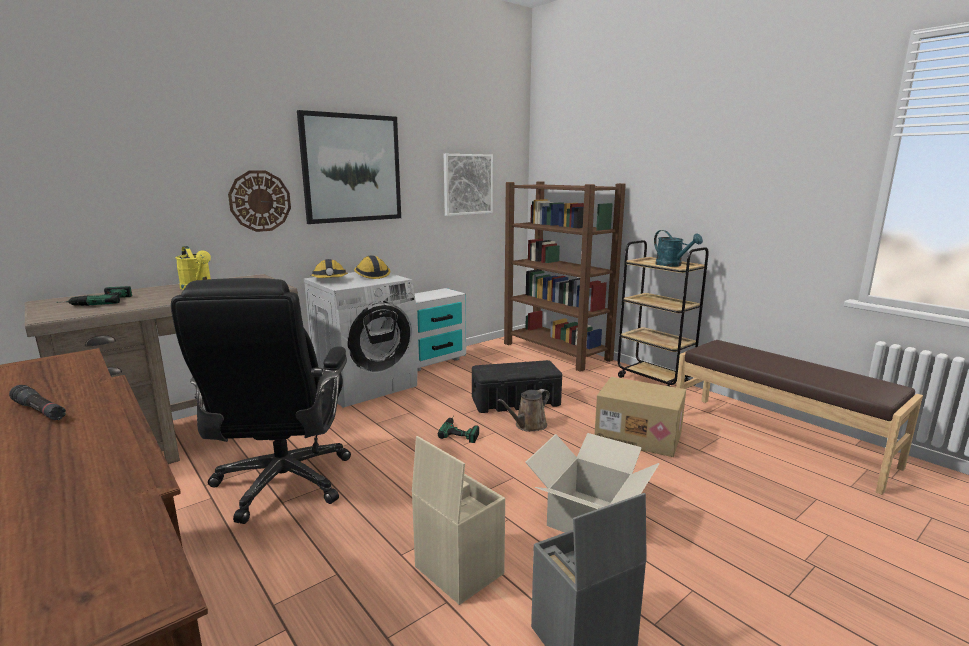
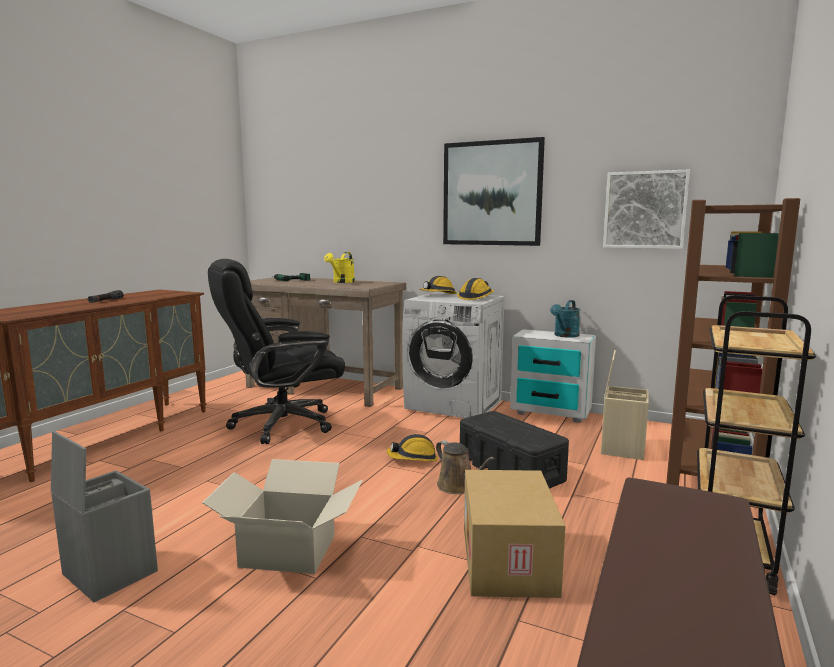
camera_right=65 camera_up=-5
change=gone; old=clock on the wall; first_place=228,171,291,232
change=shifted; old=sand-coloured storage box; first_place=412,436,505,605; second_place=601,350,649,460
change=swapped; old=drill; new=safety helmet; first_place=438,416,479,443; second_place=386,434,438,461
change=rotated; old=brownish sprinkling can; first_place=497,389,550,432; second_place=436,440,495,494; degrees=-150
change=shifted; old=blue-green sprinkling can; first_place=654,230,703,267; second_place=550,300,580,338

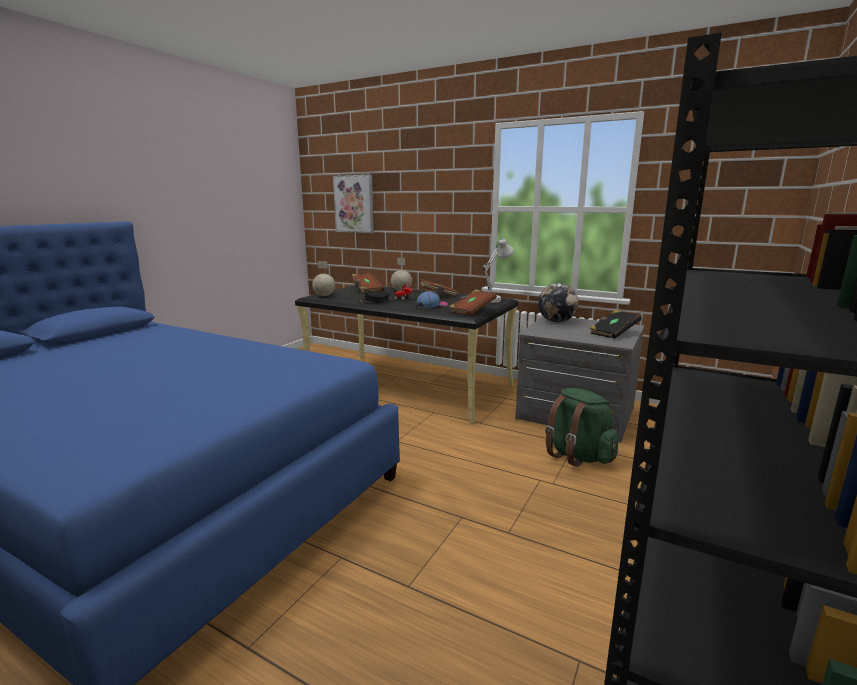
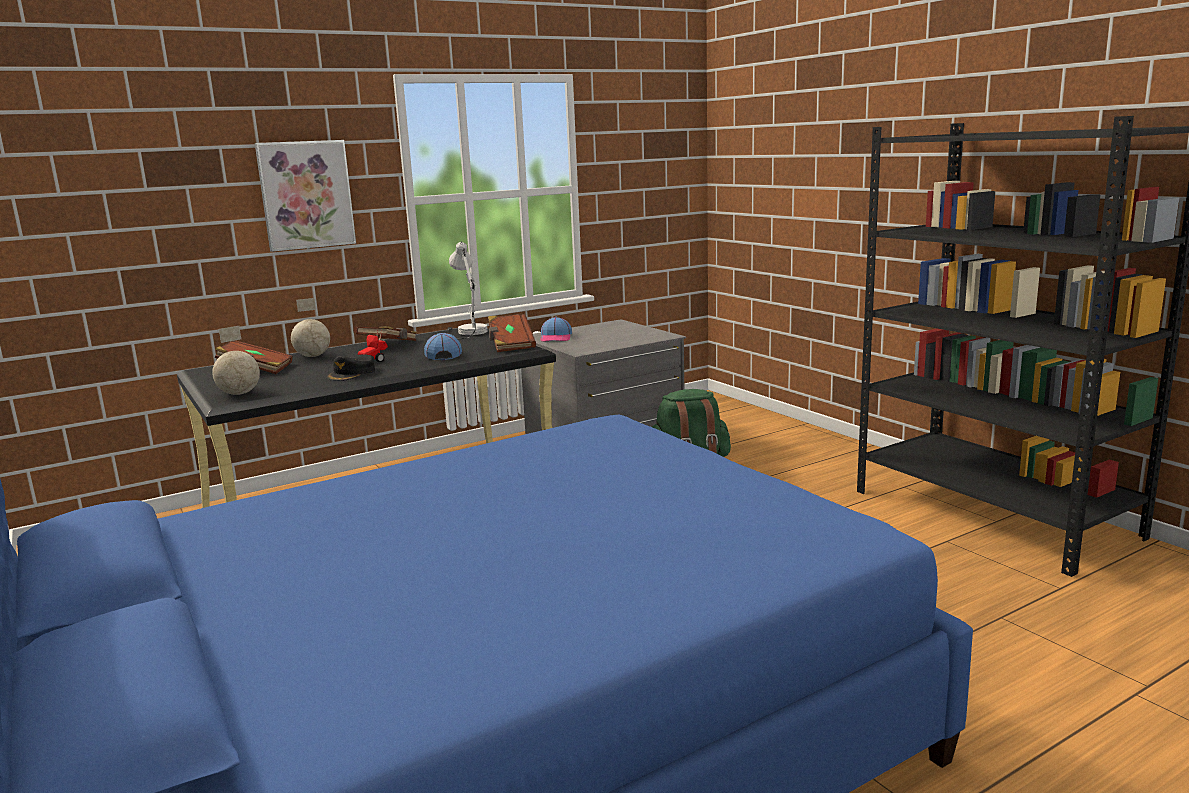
camera_right=-60 camera_up=0
change=shifted; old=picture; first_place=333,175,374,233; second_place=255,140,356,252
change=swapped; old=world globe; new=peaked cap; first_place=538,283,579,323; second_place=540,317,572,342
change=gone; old=black volume; first_place=590,310,641,339

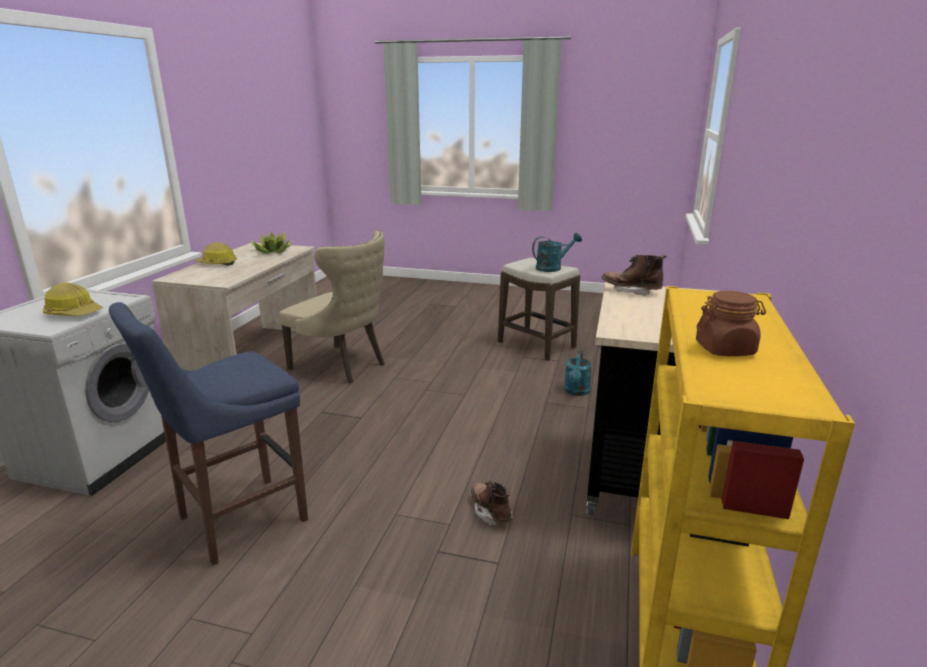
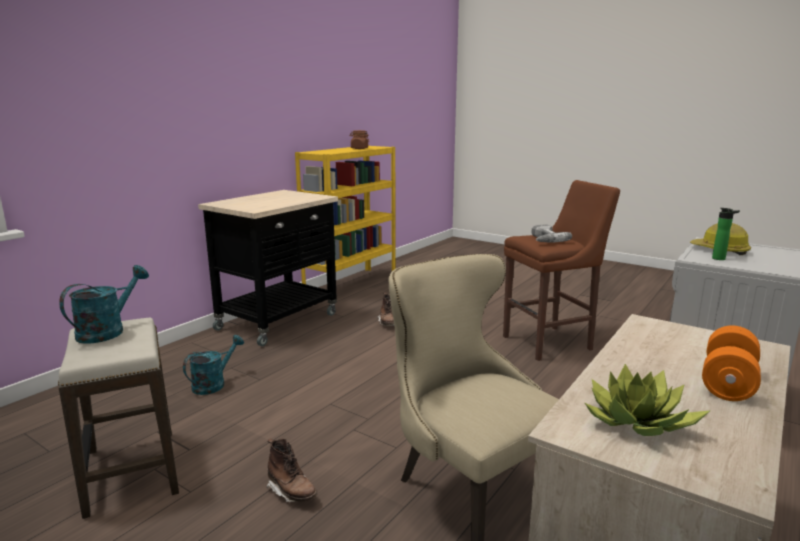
camera_right=-160 camera_up=-5
change=repainted; old=bluish stool; new=brownish stool; first_place=109,302,308,565; second_place=503,180,620,361
change=swapped; old=safety helmet; new=orangey free weight; first_place=195,242,237,266; second_place=702,326,761,401
change=rotated; old=blue-green sprinkling can; first_place=532,233,582,272; second_place=59,265,149,344; degrees=120
change=shifted; old=brownish boot; first_place=601,255,666,296; second_place=267,439,318,502
change=new; new=drill; second_place=531,224,572,243
change=new; new=drink bottle; second_place=712,208,740,260

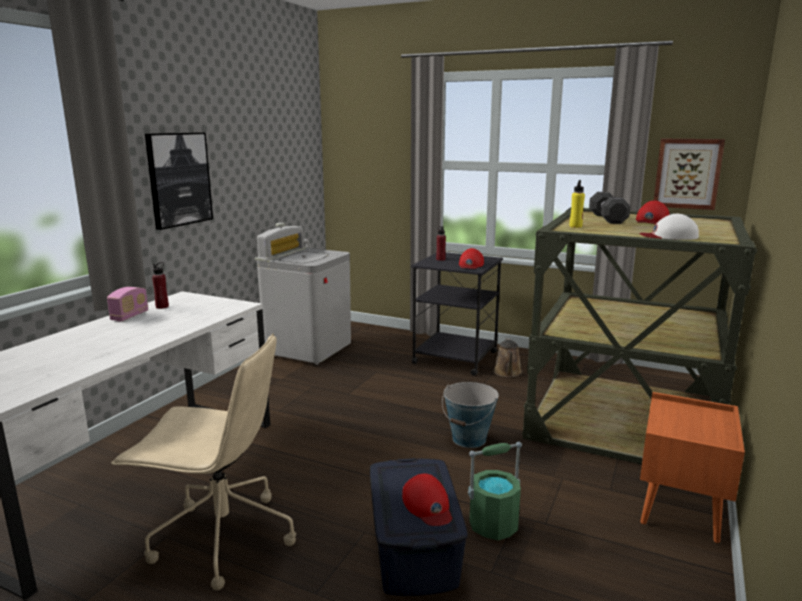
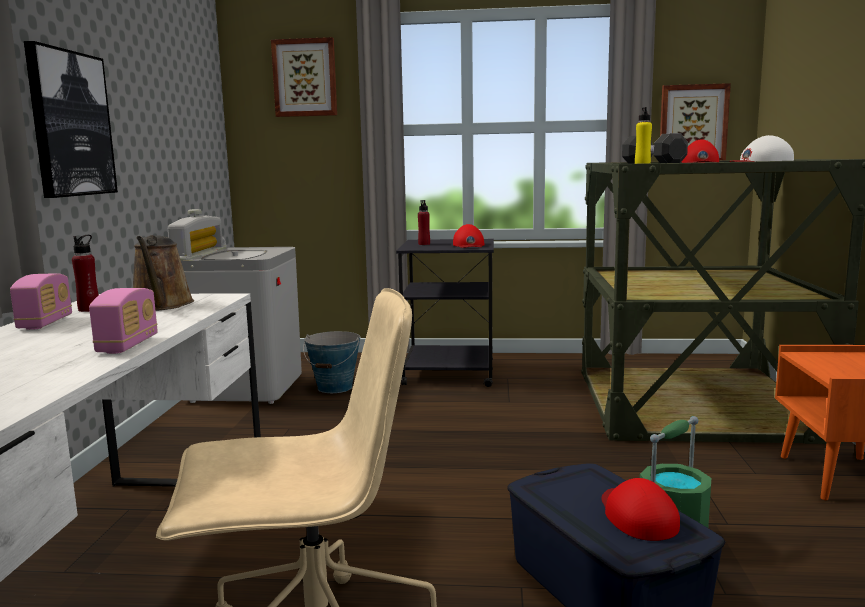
camera_right=-20 camera_up=-5
change=rotated; old=red-coloured peaked cap; first_place=402,473,452,526; second_place=601,478,680,541; degrees=-150
change=shifted; old=bucket; first_place=442,382,499,448; second_place=303,331,360,393
change=shifted; old=brownish sprinkling can; first_place=494,338,522,378; second_place=133,235,194,310
change=new; new=radio receiver; second_place=89,288,158,354
change=new; new=picture; second_place=271,37,337,117

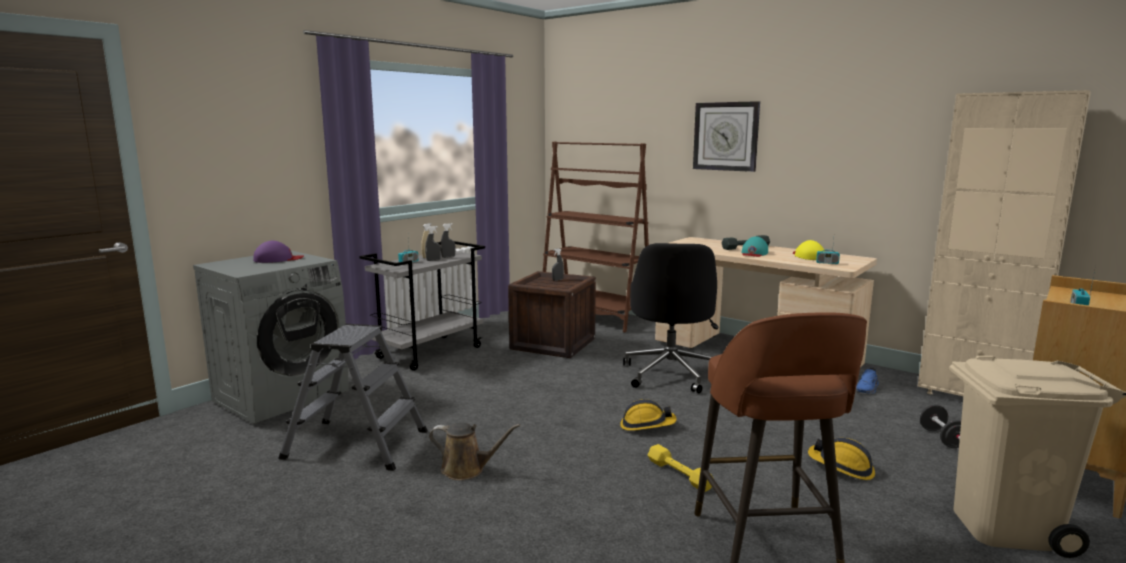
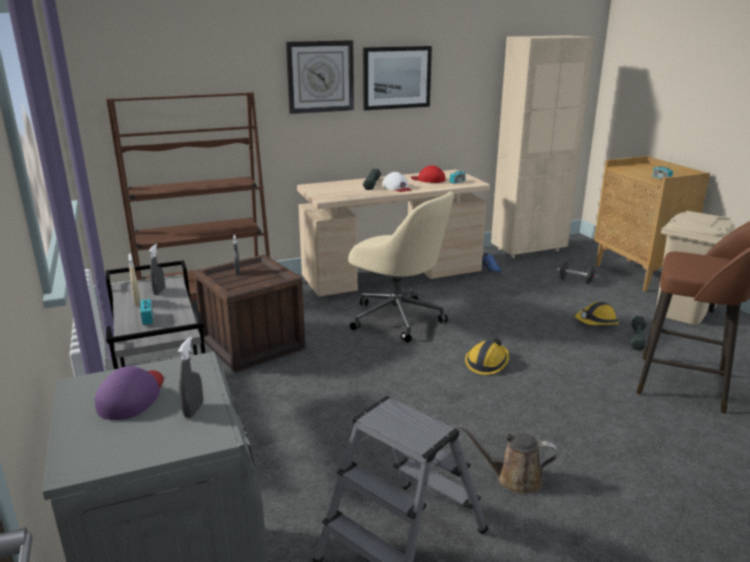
camera_right=-60 camera_up=10
change=shifted; old=gray hand sprayer; first_place=425,226,441,261; second_place=178,337,203,418
change=rotated; old=brownish sprinkling can; first_place=429,423,520,480; second_place=459,425,558,495; degrees=-120
change=repainted; old=black computer chair; new=sand-coloured computer chair; first_place=623,243,719,394; second_place=348,192,454,343
change=gone; old=yellow-coloured free weight; first_place=648,444,713,492
change=repainted; old=blue-green peaked cap; new=whitish peaked cap; first_place=741,236,768,257; second_place=383,172,411,192
change=repainted; old=yellow-coloured peaked cap; new=red-coloured peaked cap; first_place=793,240,824,260; second_place=411,166,445,183
change=new; new=picture; second_place=363,46,432,110
change=new; new=gray free weight; second_place=630,316,646,351

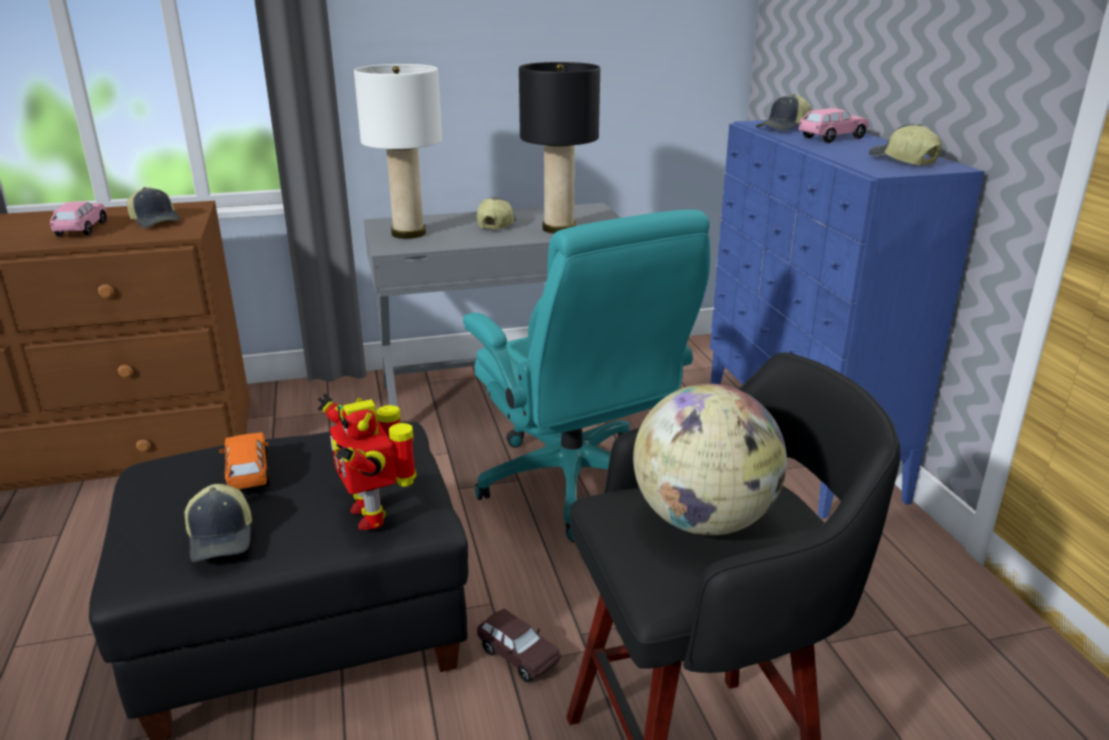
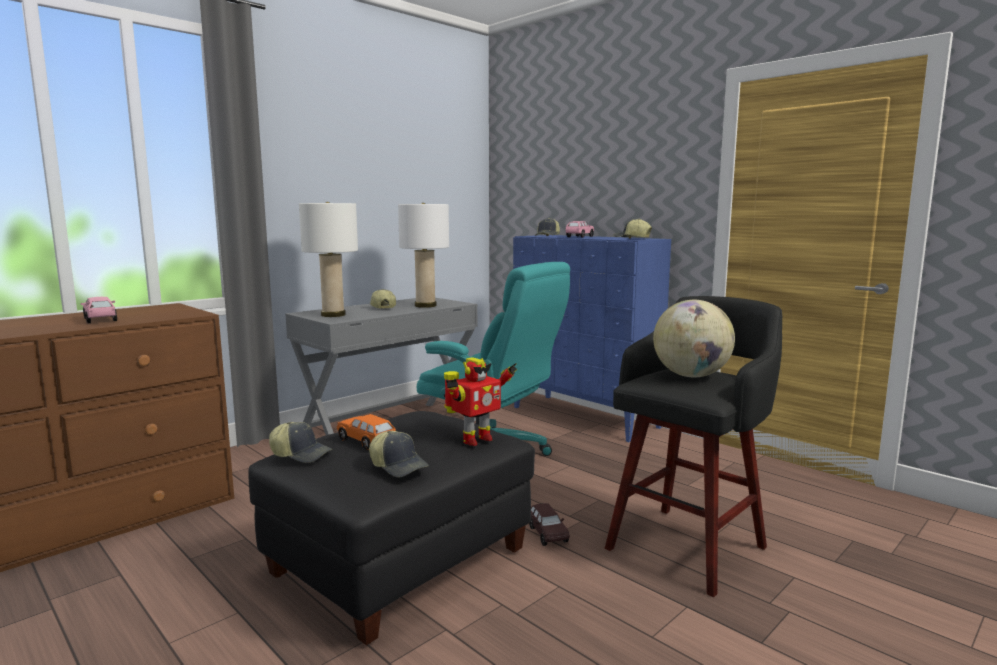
camera_right=-30 camera_up=-15
change=shifted; old=peaked cap; first_place=127,187,181,228; second_place=269,422,332,463
change=rotated; old=model robot; first_place=317,394,417,530; second_place=444,357,517,446; degrees=-75
change=rotated; old=brownish model car; first_place=477,609,561,683; second_place=529,503,570,546; degrees=60
change=repainted; old=black lamp for a table; new=whitish lamp for a table; first_place=519,62,600,234; second_place=398,203,449,308

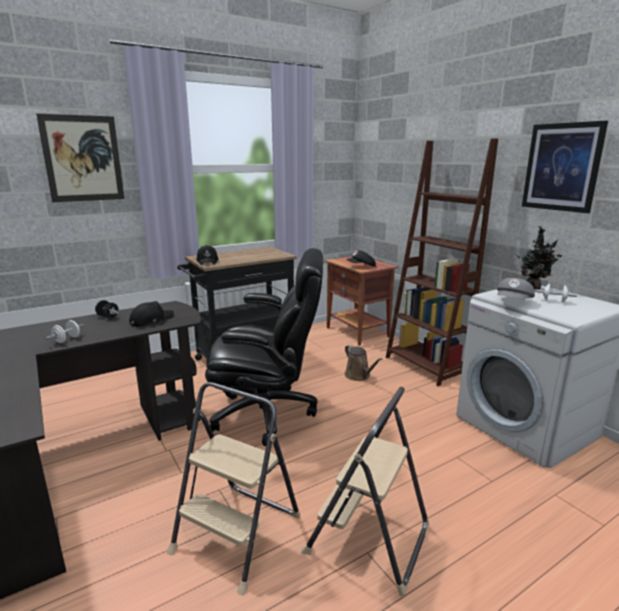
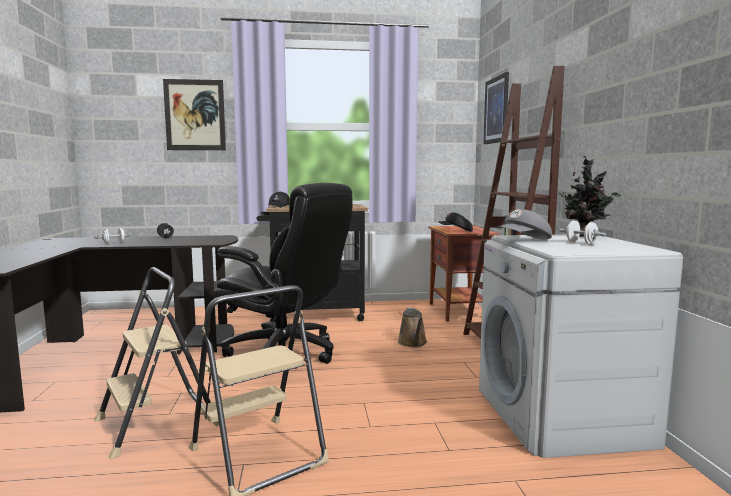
camera_right=25 camera_up=-10
change=gone; old=black peaked cap; first_place=129,301,174,327
change=shifted; old=picture; first_place=522,121,608,213; second_place=483,72,509,144

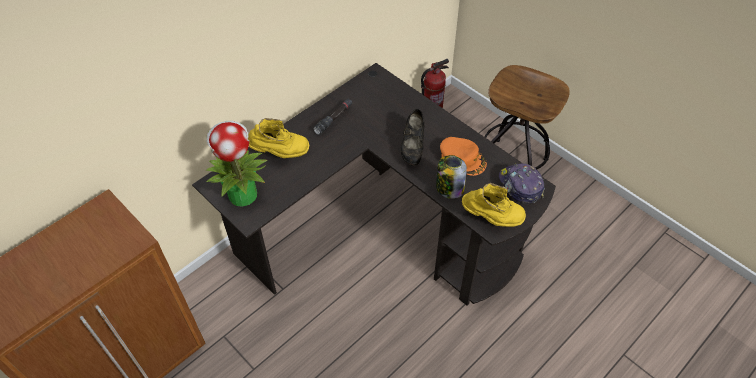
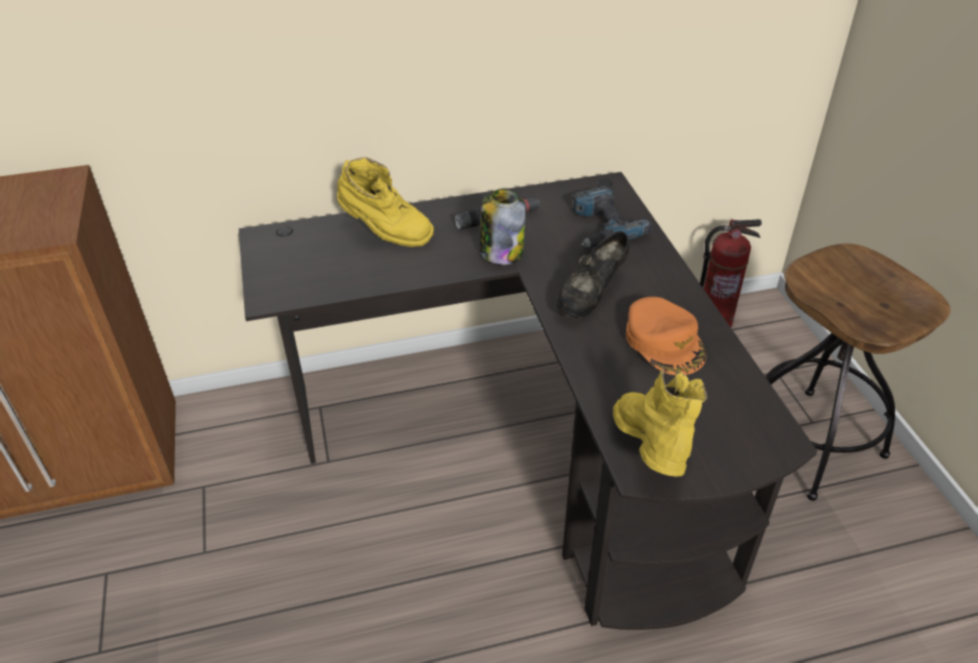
camera_right=30 camera_up=-10
change=gone; old=plant in a pot; first_place=206,121,268,207
change=shifted; old=jar; first_place=436,155,467,199; second_place=480,189,526,265
change=rotated; old=yellow-coloured boot; first_place=462,183,526,227; second_place=613,368,707,477; degrees=-135
change=gone; old=peaked cap; first_place=499,163,545,203
change=new; new=drill; second_place=571,186,652,248

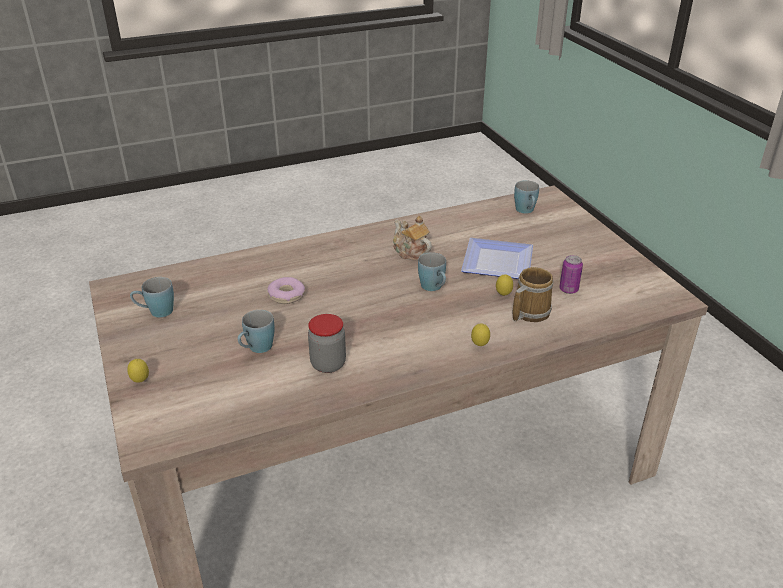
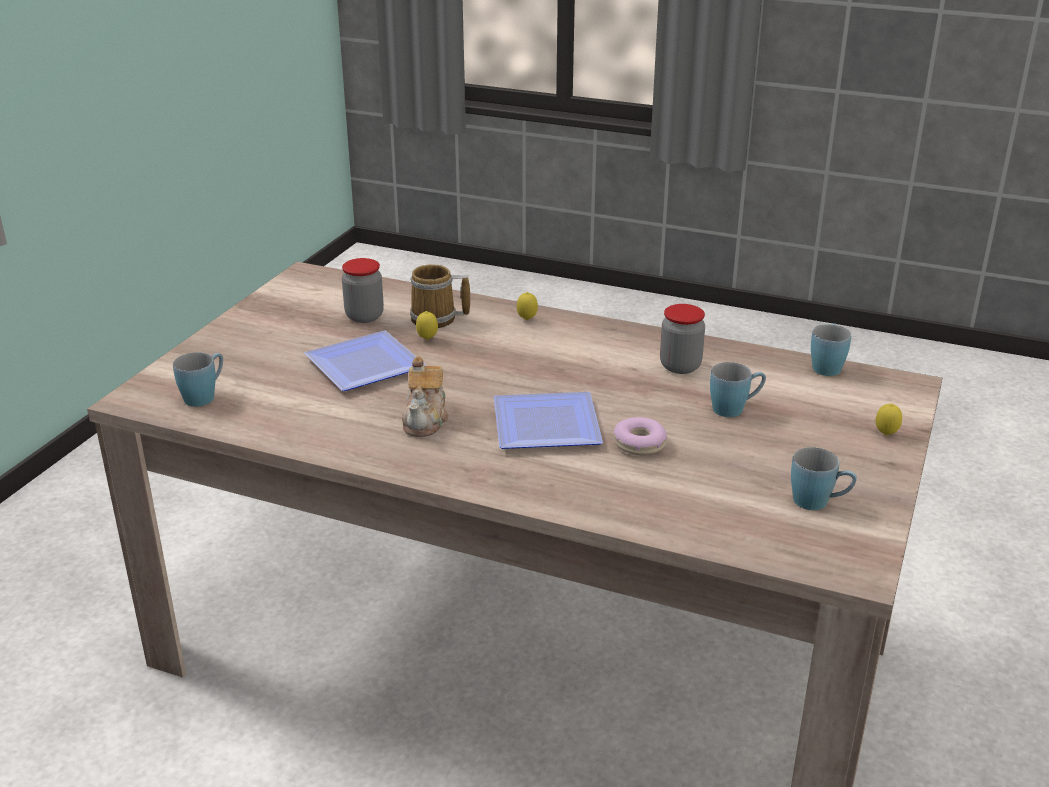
camera_right=-135 camera_up=-5
change=shifted; old=bluish mug; first_place=418,252,446,291; second_place=811,323,851,376
change=swapped; old=can; new=jar; first_place=559,255,583,294; second_place=342,258,384,323
change=new; new=plate; second_place=494,392,603,449

